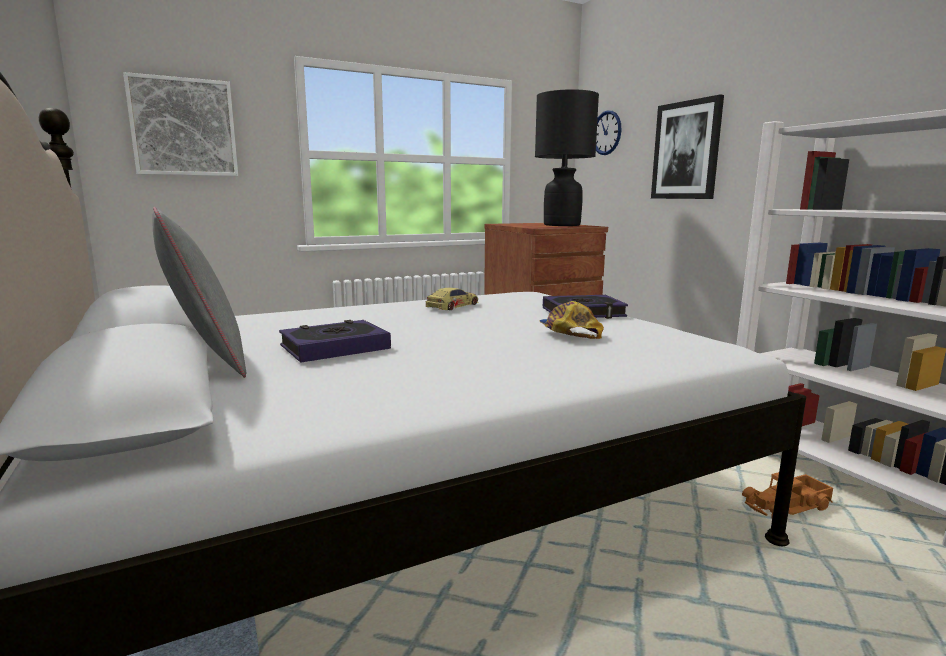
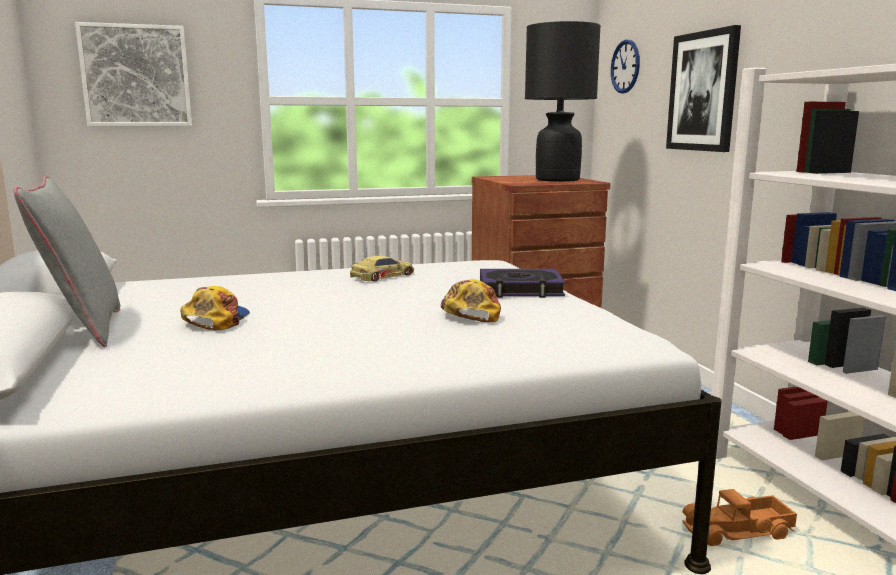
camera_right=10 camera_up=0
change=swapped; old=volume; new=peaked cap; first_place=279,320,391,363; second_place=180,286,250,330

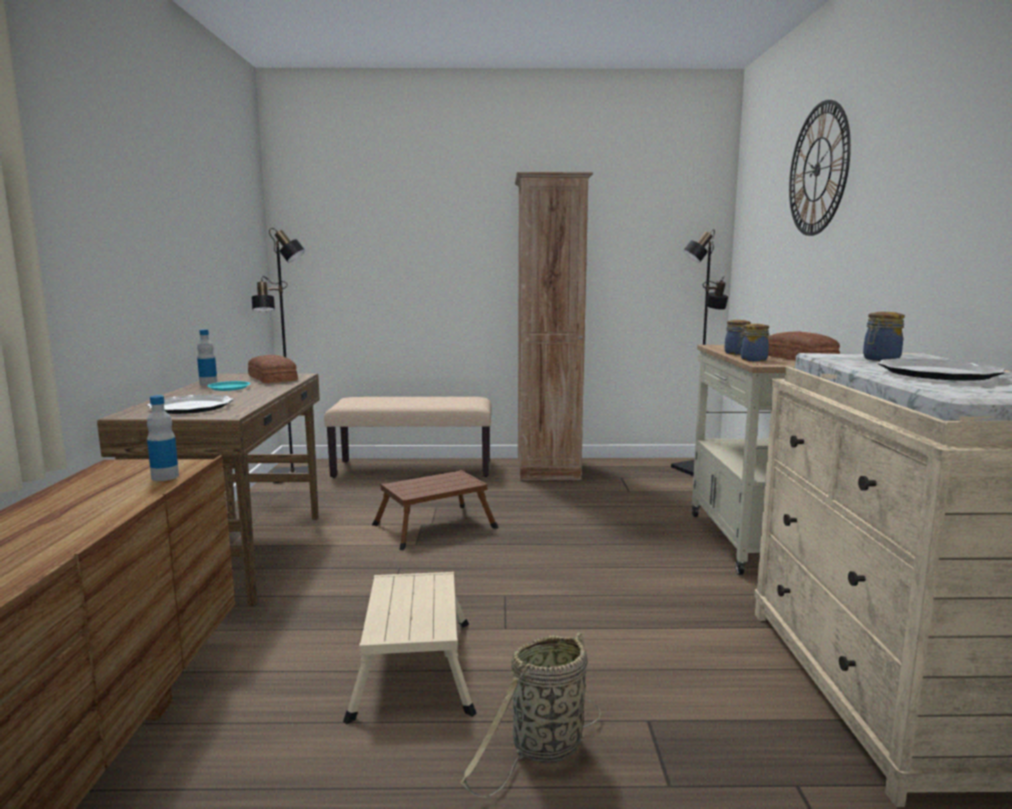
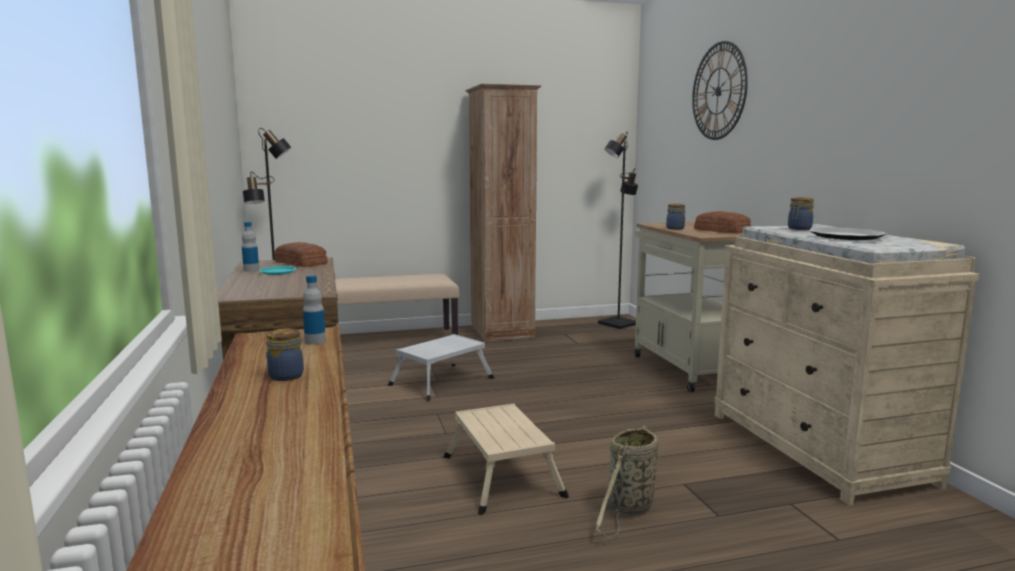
camera_right=-15 camera_up=0
change=gone; old=plate; first_place=147,394,233,414
change=repainted; old=brownish step stool; new=whitish step stool; first_place=372,470,499,550; second_place=387,334,495,401
change=shifted; old=jar; first_place=738,324,769,361; second_place=266,328,304,381

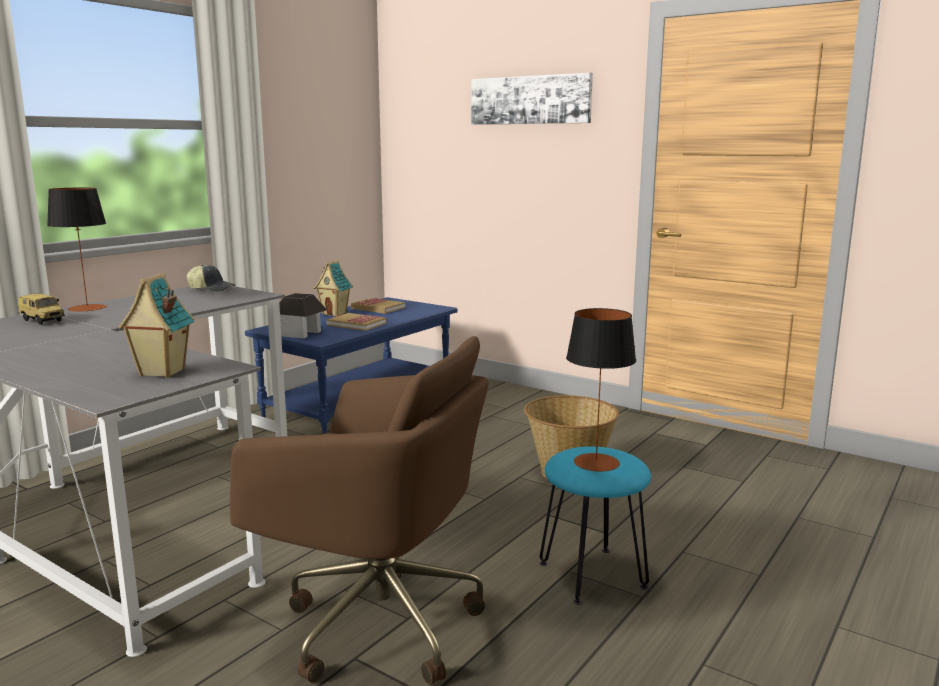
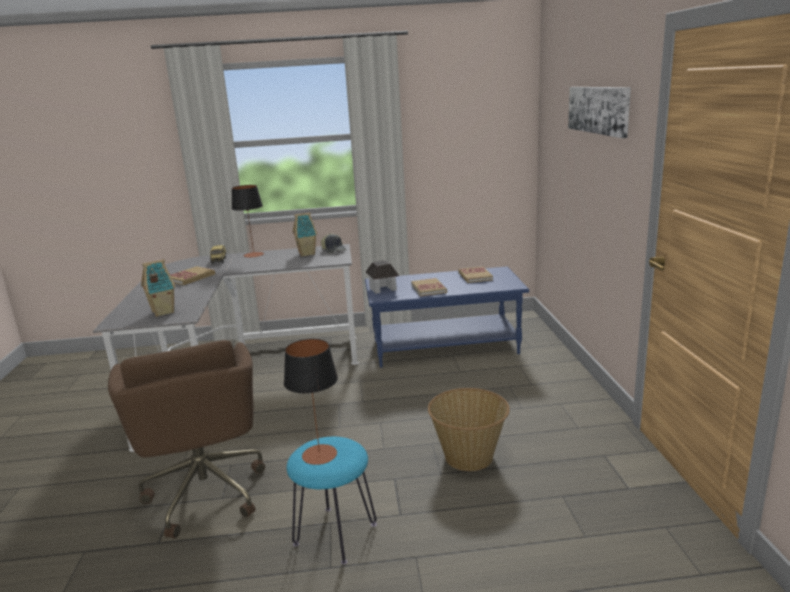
camera_right=50 camera_up=5
change=shifted; old=miniature house; first_place=314,260,353,316; second_place=293,212,317,256
change=new; new=volume; second_place=170,266,215,285

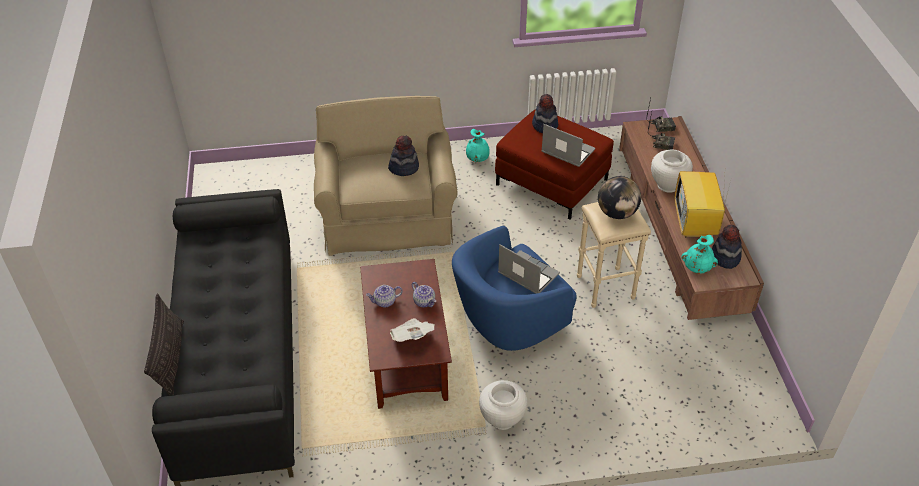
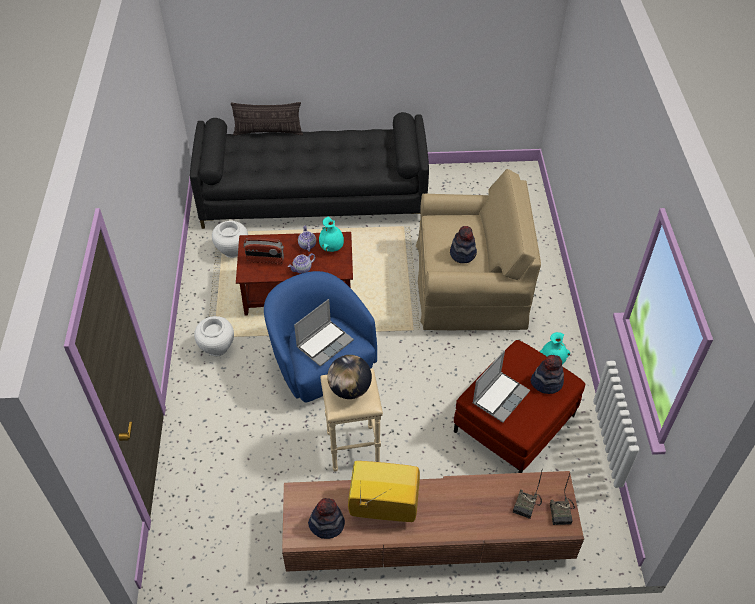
camera_right=95 camera_up=5
change=swapped; old=newspaper; new=radio receiver; first_place=390,318,435,342; second_place=243,237,284,264
change=shifted; old=whitish decorative vase; first_place=651,149,693,193; second_place=212,221,248,258
change=shifted; old=blue-green decorative vase; first_place=682,235,718,274; second_place=319,216,344,252

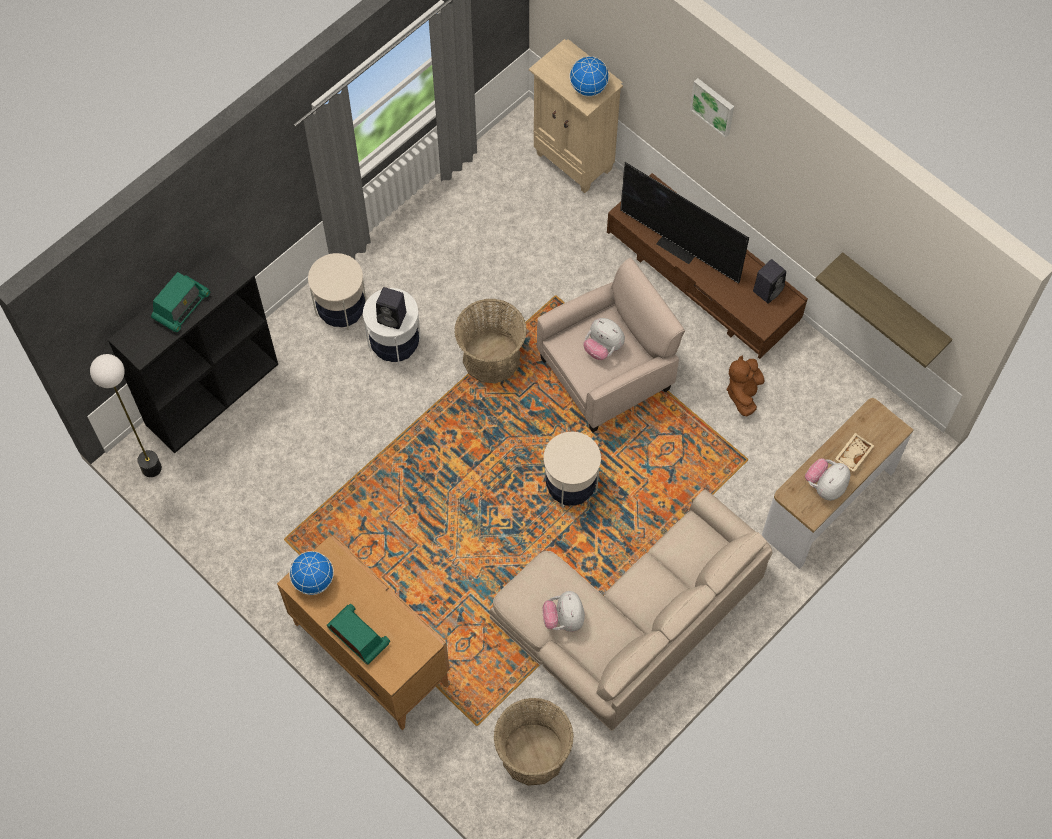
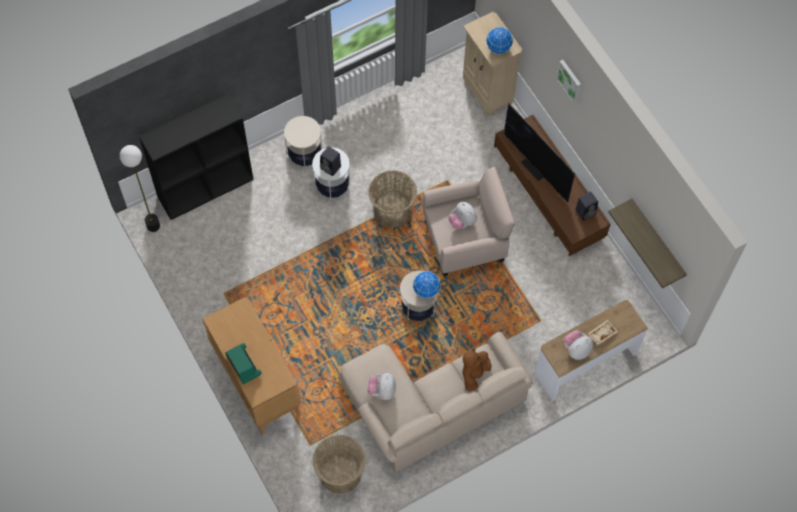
camera_right=15 camera_up=0
change=gone; old=radio receiver; first_place=151,272,210,332
change=shifted; old=world globe; first_place=289,551,334,595; second_place=413,271,441,299
change=shifted; old=brownish cuddly toy; first_place=727,355,765,416; second_place=463,348,491,392

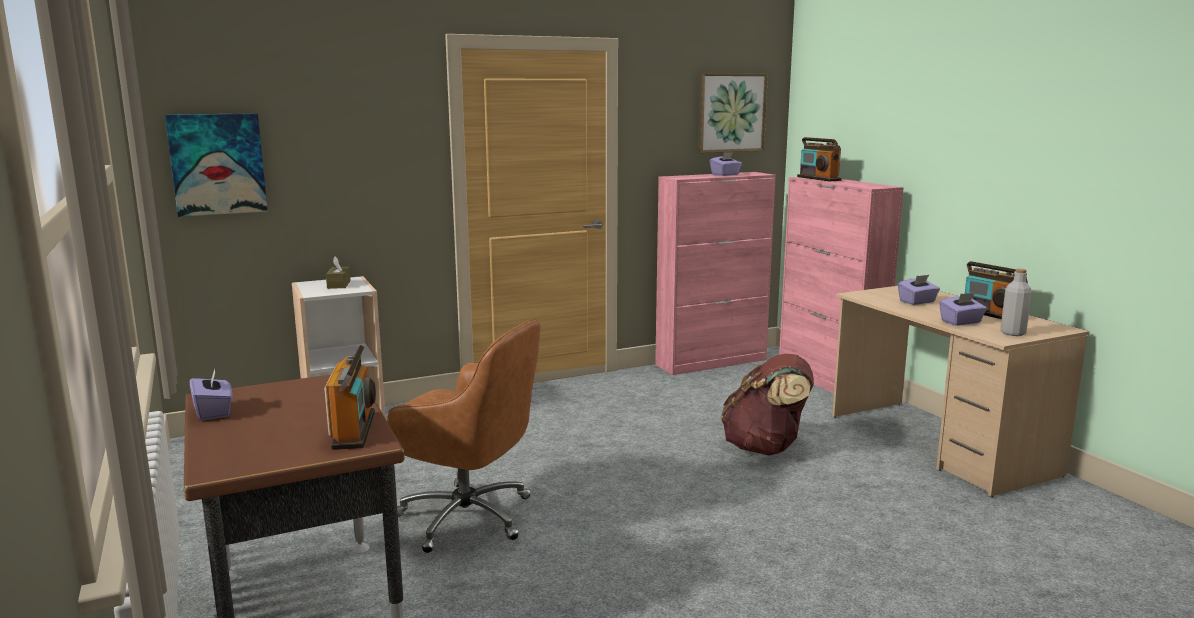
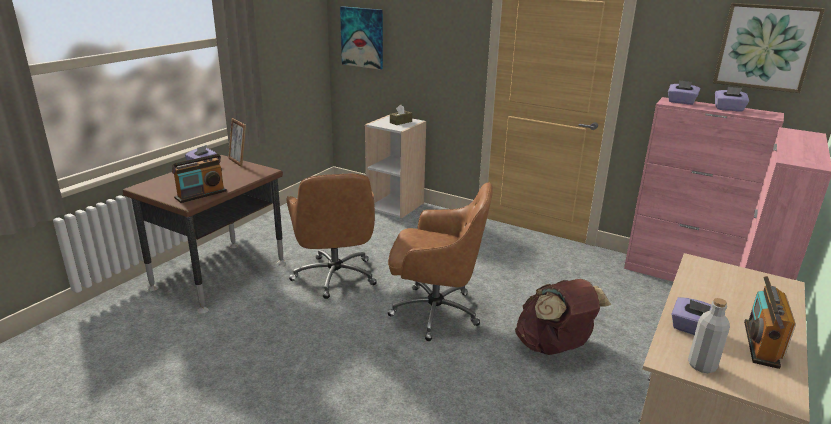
camera_right=55 camera_up=10
change=gone; old=radio receiver; first_place=797,137,842,181
change=shifted; old=purple box of tissues; first_place=898,275,940,305; second_place=668,80,700,105
change=new; new=standing frame; second_place=228,118,246,167
change=new; new=brownish computer chair; second_place=388,182,493,341

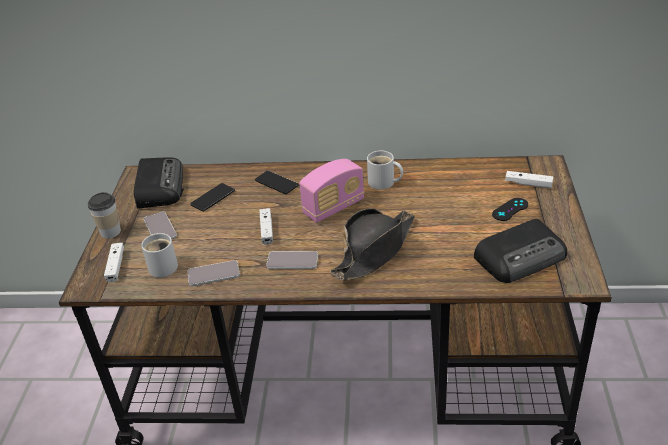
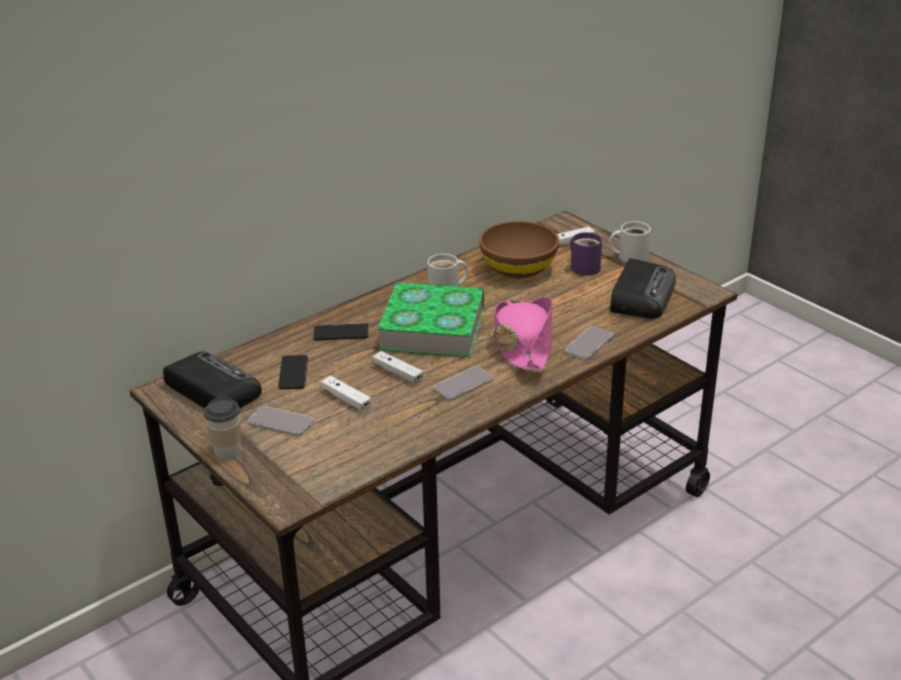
camera_right=-45 camera_up=-5
change=shifted; old=whitish game controller; first_place=104,243,124,282; second_place=321,376,371,411
change=shifted; old=whitish mug; first_place=141,233,178,278; second_place=609,221,651,263
change=shifted; old=phone; first_place=188,260,240,286; second_place=565,326,613,360
change=swapped; old=radio receiver; new=volume; first_place=299,159,364,223; second_place=377,282,484,358
change=repainted; old=black hat; new=pink-coloured hat; first_place=330,208,415,280; second_place=493,297,553,372
change=swapped; old=black game controller; new=purple mug; first_place=492,198,528,221; second_place=570,232,602,276
change=new; new=brownish serving bowl; second_place=479,221,559,278

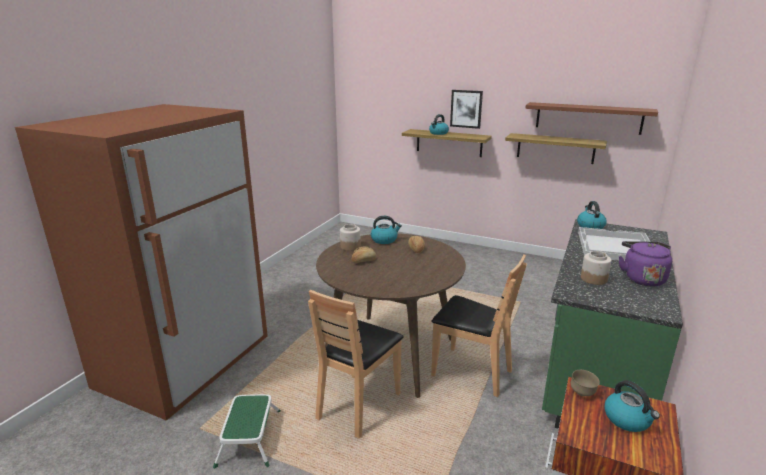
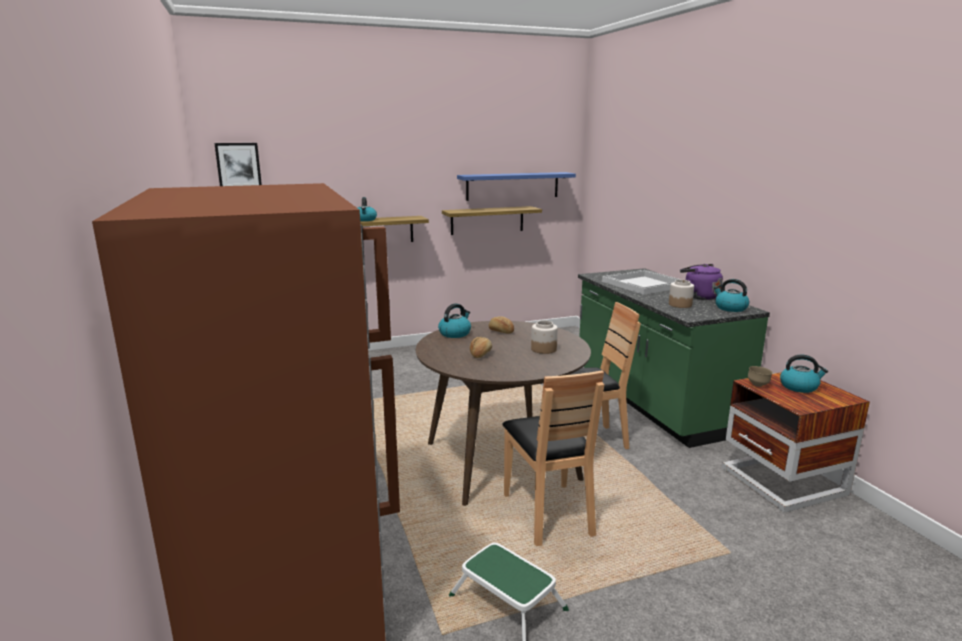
camera_right=-45 camera_up=-5
change=shifted; old=jar; first_place=340,224,361,251; second_place=531,320,558,354
change=shifted; old=picture; first_place=450,90,483,129; second_place=214,143,262,186
change=repainted; old=brownish shelf; new=bluish shelf; first_place=525,102,658,135; second_place=457,172,576,201
change=shifted; old=kettle; first_place=577,201,607,229; second_place=714,279,749,312

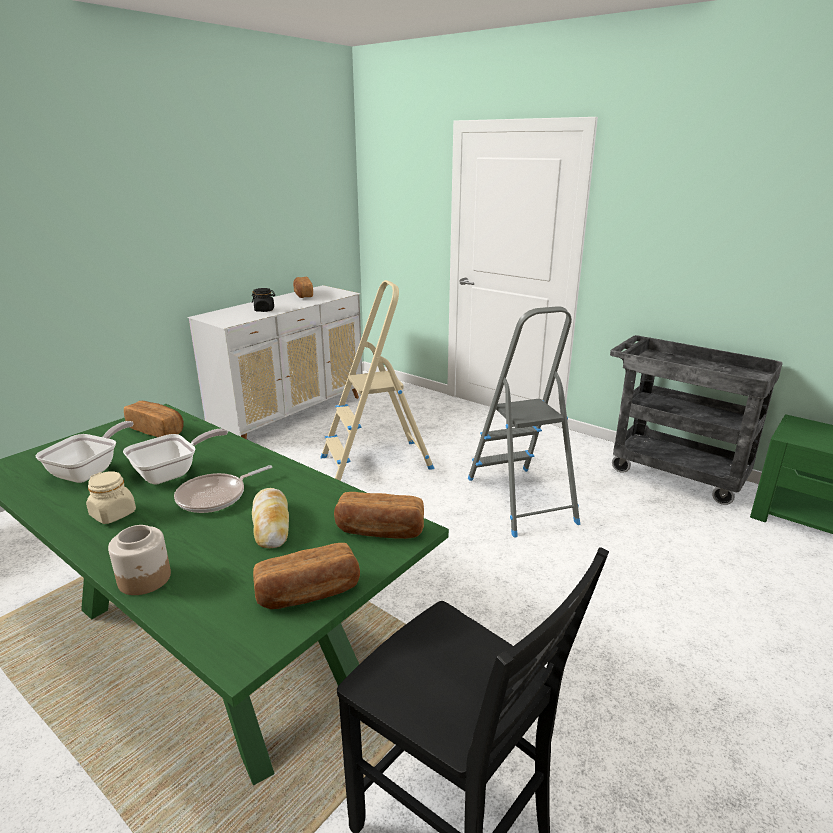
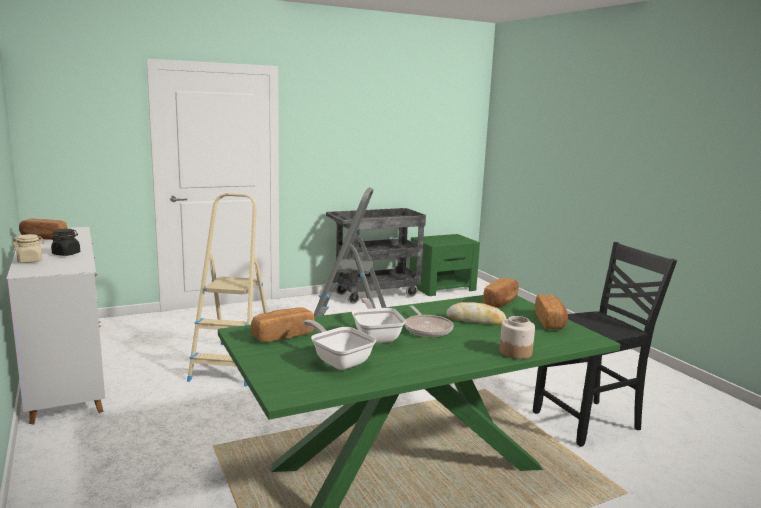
camera_right=-65 camera_up=-10
change=shifted; old=sand-coloured jar; first_place=86,471,136,524; second_place=13,234,45,263

